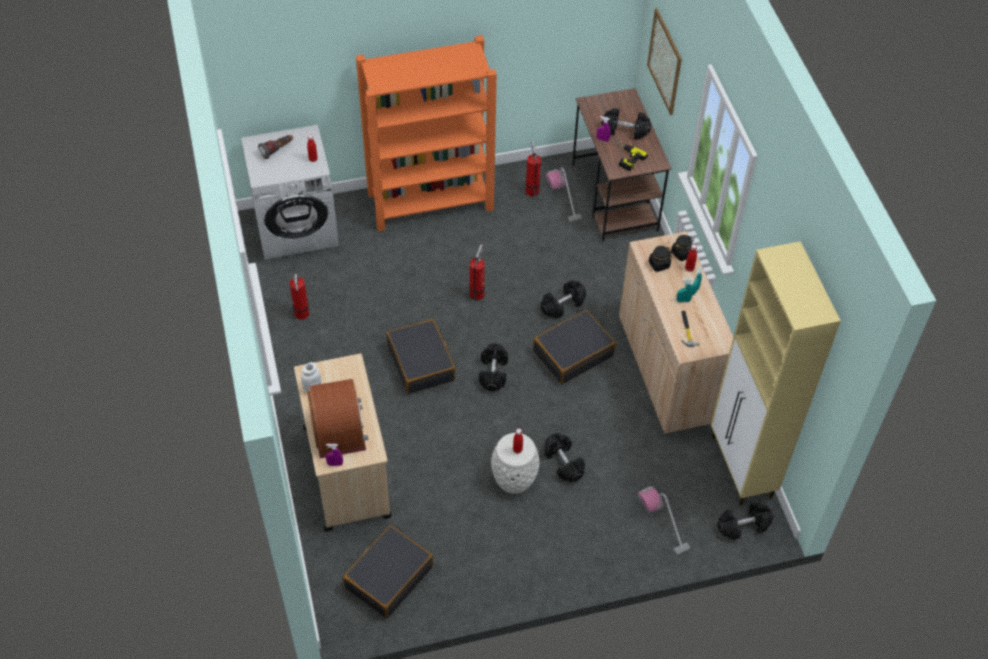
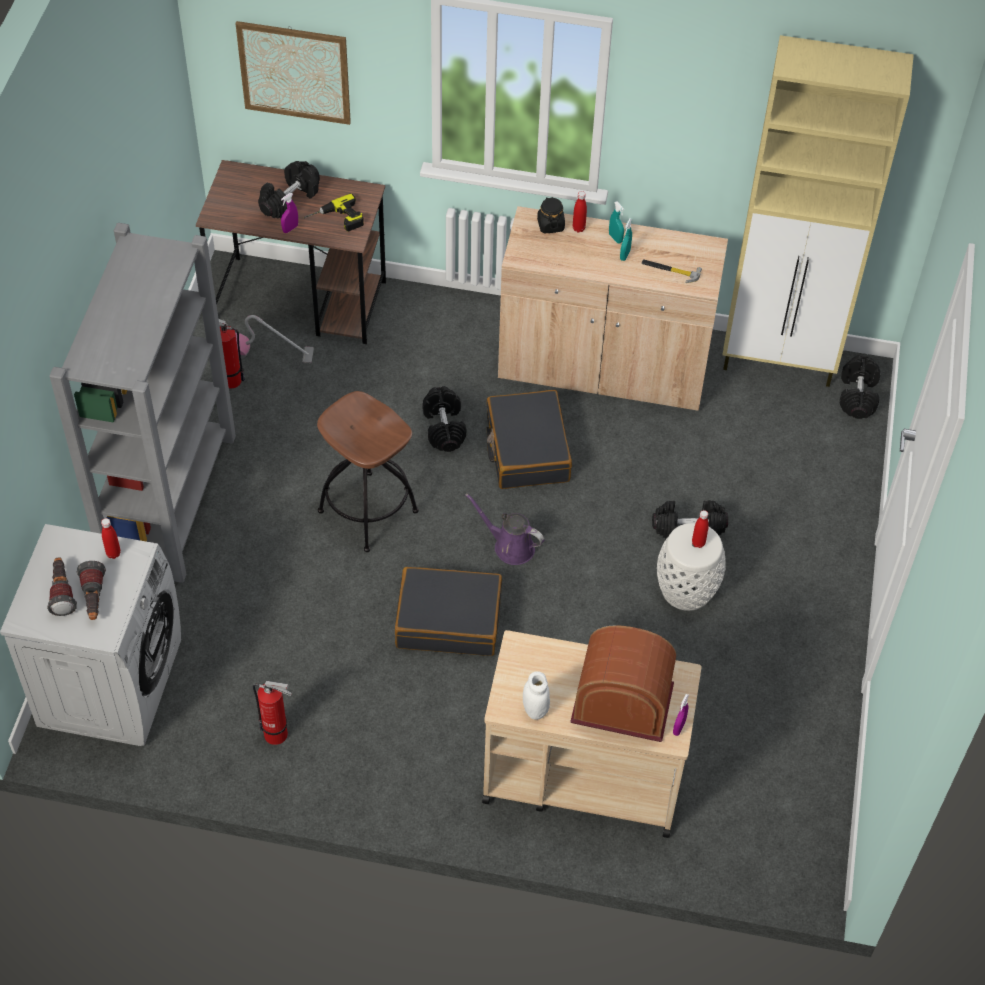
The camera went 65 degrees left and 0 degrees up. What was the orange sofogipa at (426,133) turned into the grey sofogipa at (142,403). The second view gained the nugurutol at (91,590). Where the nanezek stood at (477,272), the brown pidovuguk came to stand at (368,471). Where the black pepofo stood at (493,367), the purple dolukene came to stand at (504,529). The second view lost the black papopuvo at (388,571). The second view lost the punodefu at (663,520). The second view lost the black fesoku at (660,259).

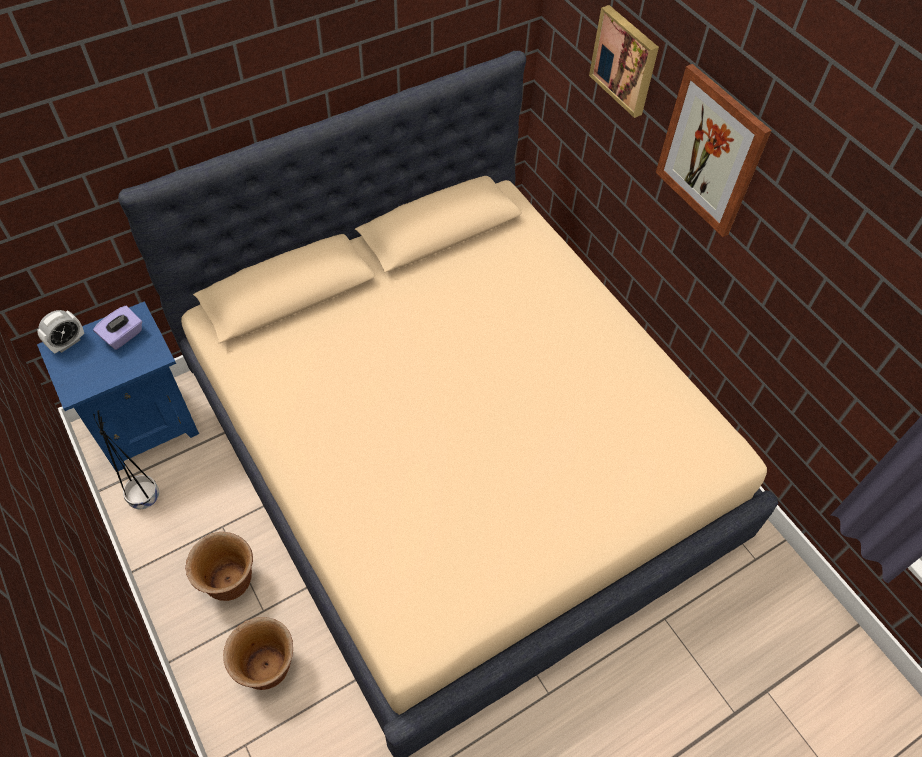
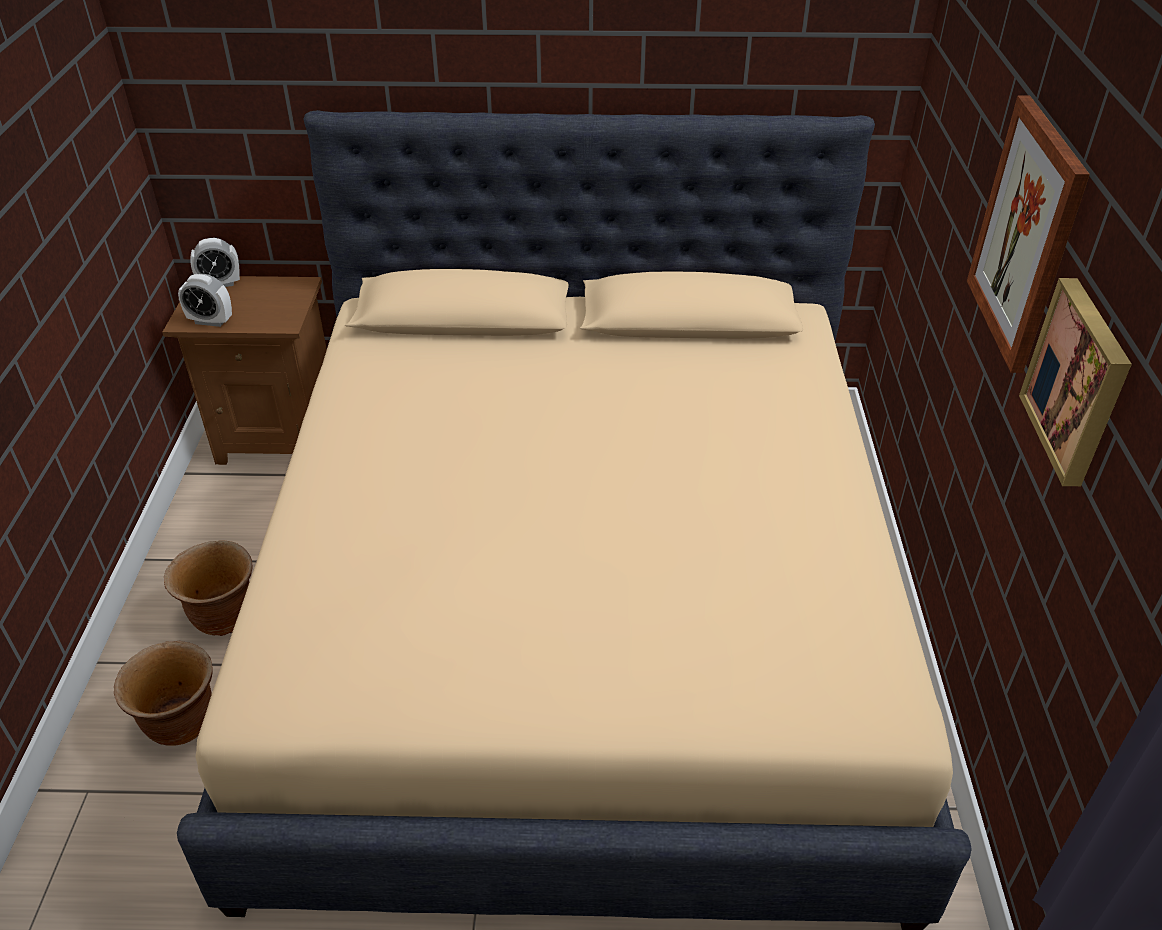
The camera went 35 degrees right and 15 degrees down. What was the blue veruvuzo at (118,386) turned into the brown veruvuzo at (244,370). The second view gained the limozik at (205,300). The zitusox ended up elsewhere, having gone from (624,61) to (1075,382). The second view lost the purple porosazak at (117,328). The second view lost the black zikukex at (126,459).

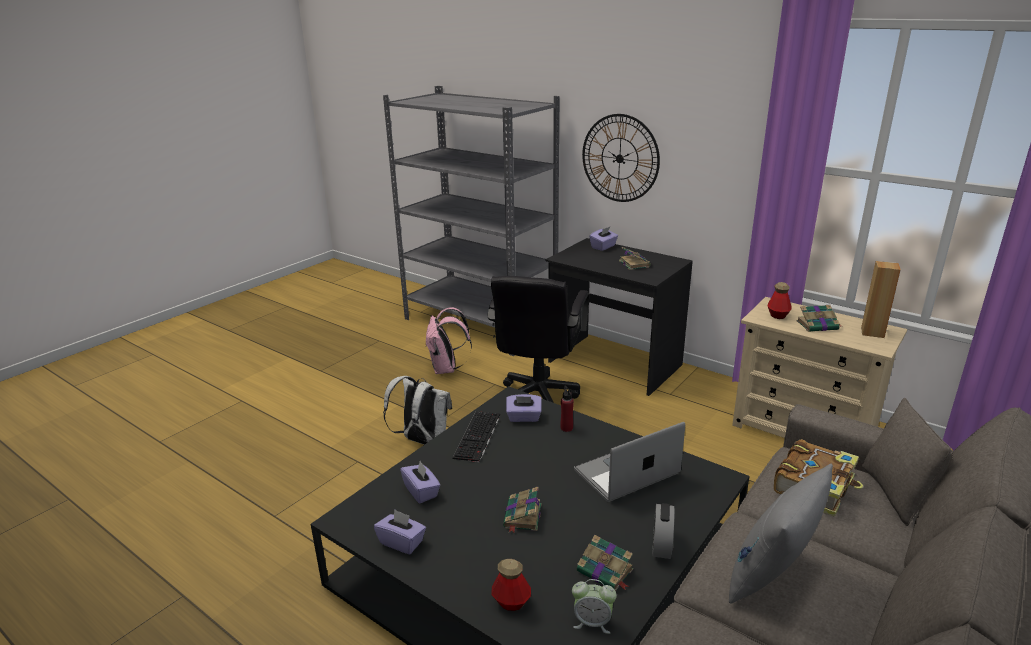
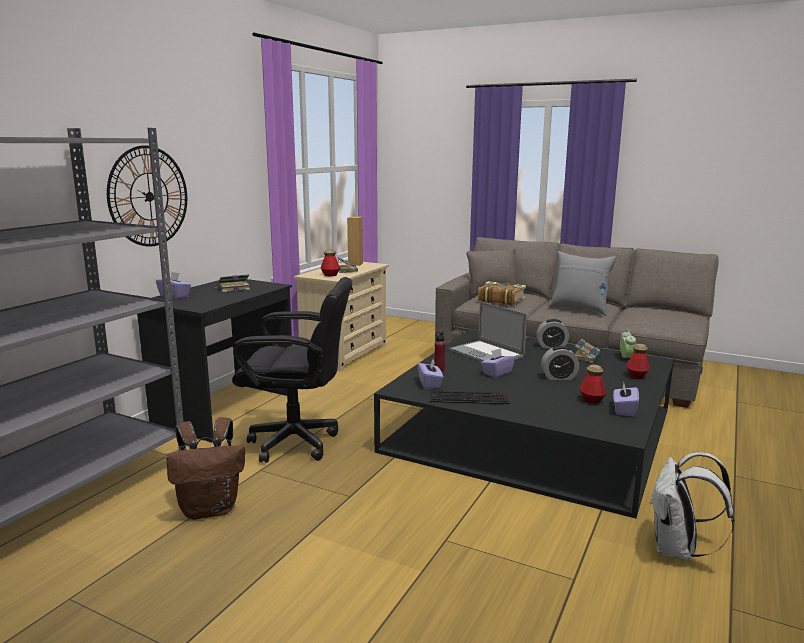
The camera went 100 degrees left and 10 degrees down. What was the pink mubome at (448,340) turned into the brown mubome at (205,468). The purple porosazak ended up elsewhere, having gone from (420,482) to (498,362). Where the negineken stood at (522,509), the limozik came to stand at (560,363). The second view gained the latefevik at (592,384). The white mubome ended up elsewhere, having gone from (417,410) to (693,506).

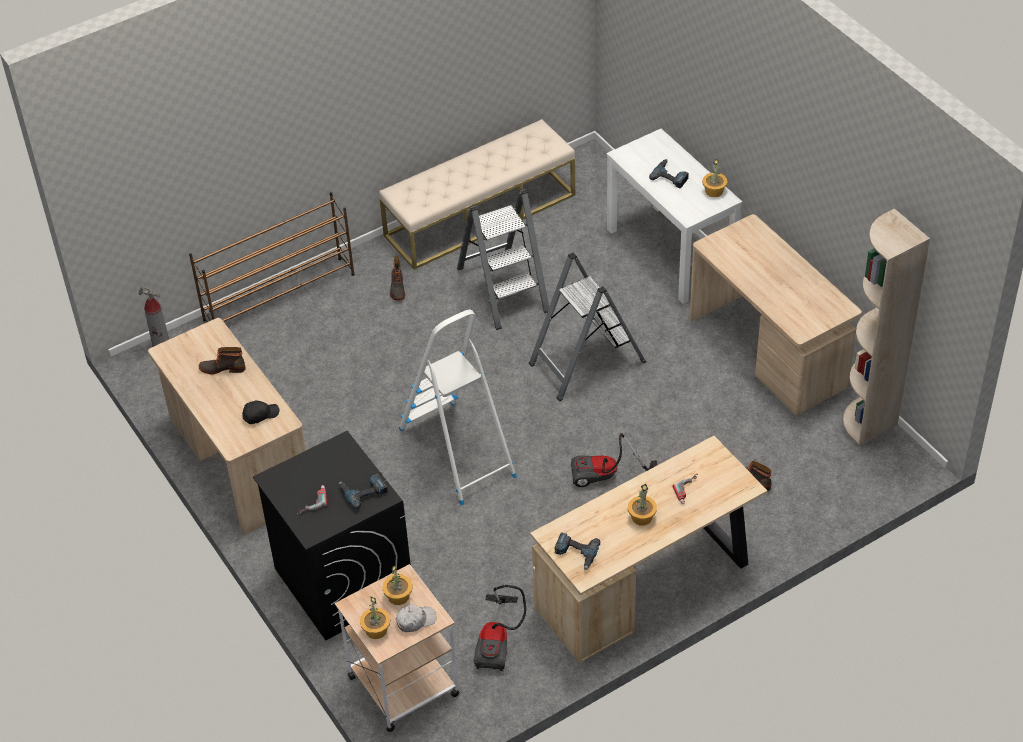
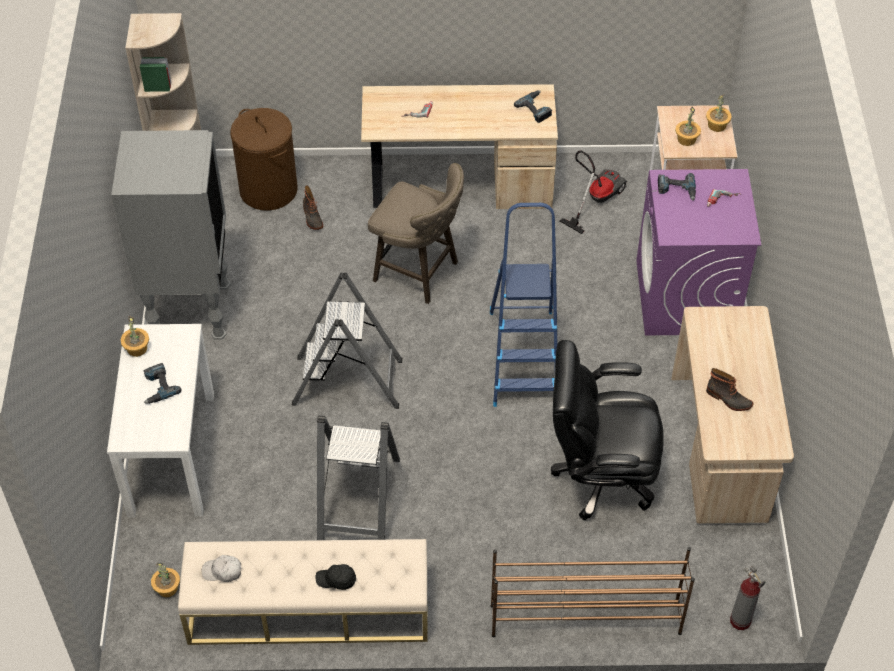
The camera went 150 degrees left and 5 degrees up. Where the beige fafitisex stood at (775,314), the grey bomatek came to stand at (171,235). The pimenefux ended up elsewhere, having gone from (642,505) to (165,580). The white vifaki ended up elsewhere, having gone from (416,618) to (221,568). The second view gained the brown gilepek at (264,159). The black vifaki ended up elsewhere, having gone from (260,412) to (335,577). Where the punodefu stood at (614,460), the beige pidovuguk came to stand at (416,233). What was the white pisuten at (458,407) turned into the blue pisuten at (523,305). The second view gained the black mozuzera at (607,430). What was the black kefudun at (332,535) turned into the purple kefudun at (698,252). The second view lost the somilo at (397,278).

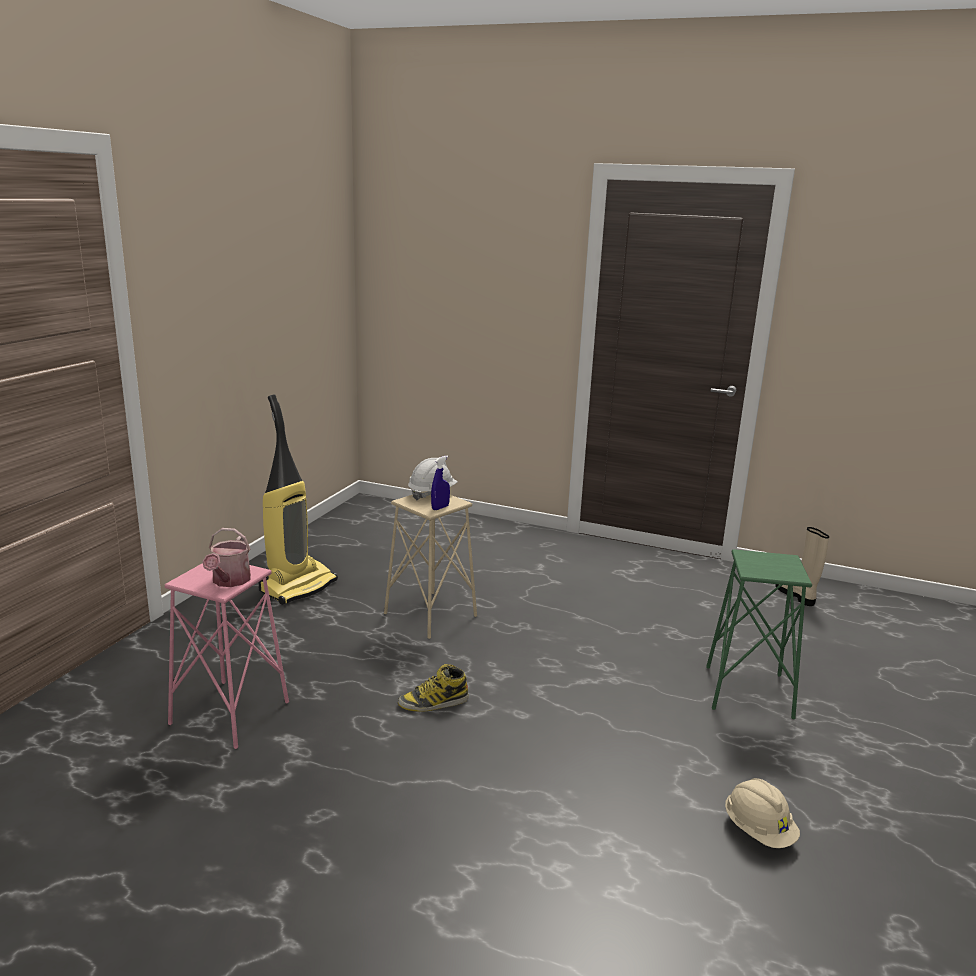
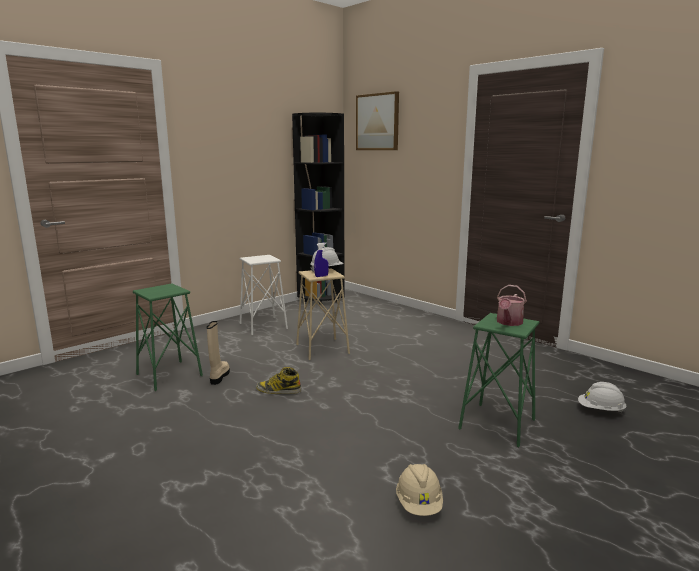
The camera went 25 degrees right and 5 degrees down. What was the pink pidovuguk at (227,656) turned into the green pidovuguk at (168,337). The beige somilo ended up elsewhere, having gone from (802,566) to (218,353). Where the punodefu stood at (298,499), the white pidovuguk came to stand at (264,295). The second view gained the black sofogipa at (318,208). The second view gained the zitusox at (377,120). The dolukene ended up elsewhere, having gone from (226,557) to (512,305). The second view gained the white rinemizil at (602,397).

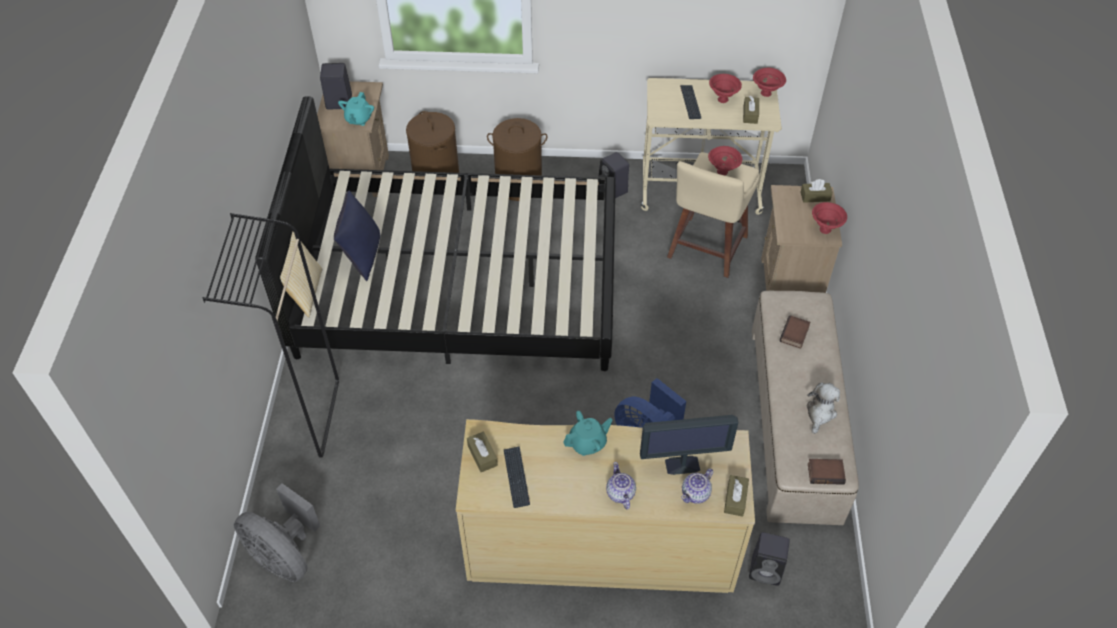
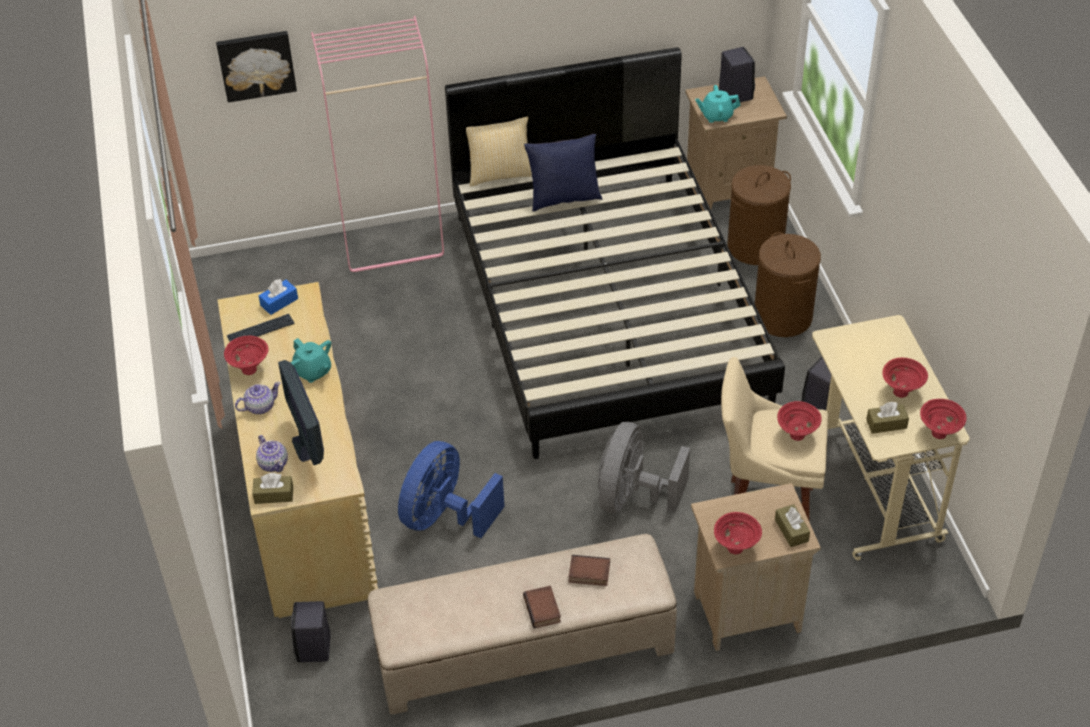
The camera went 75 degrees right and 5 degrees down. The second view gained the zitusox at (256,67). The second view gained the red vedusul at (246,355). The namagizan at (697,486) ended up facing another way, 150 degrees counterclockwise from before. What was the brown porosazak at (482,452) turned into the blue porosazak at (278,297). What was the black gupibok at (271,335) turned into the pink gupibok at (377,144). The negineken ended up elsewhere, having gone from (827,472) to (542,607). The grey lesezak ended up elsewhere, having gone from (276,532) to (644,467). The second view lost the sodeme at (690,102). The second view lost the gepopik at (823,408).

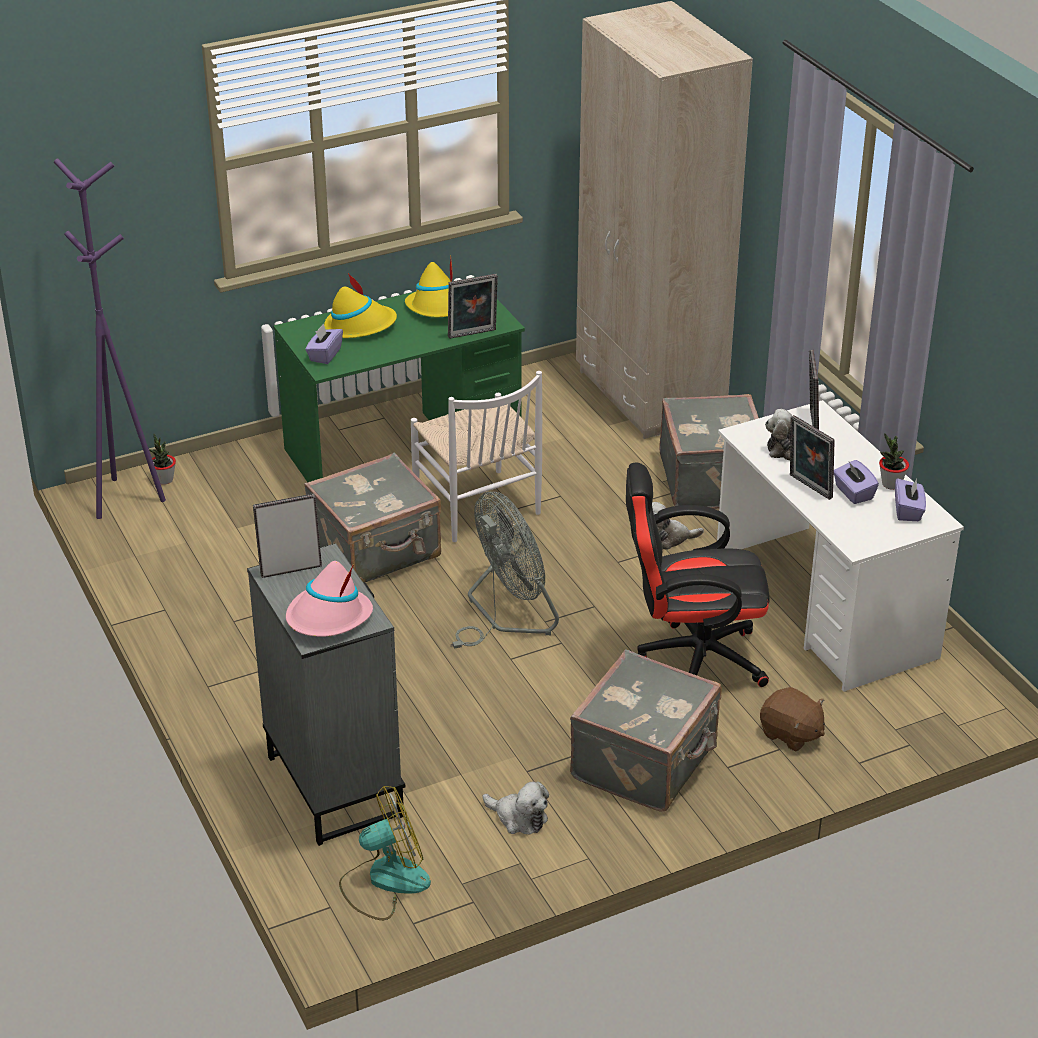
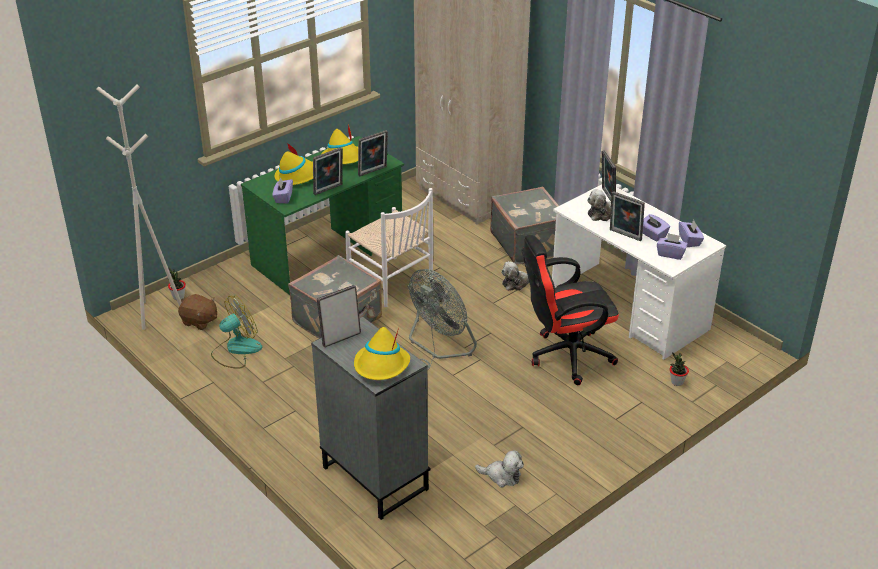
The camera went 15 degrees left and 0 degrees up. What was the purple gupibok at (110,338) turned into the grey gupibok at (138,207). The brown gepopik ended up elsewhere, having gone from (792,719) to (197,312). The lesezak ended up elsewhere, having gone from (385,853) to (236,332). The second view gained the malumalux at (328,171). What was the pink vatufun at (329,599) turned into the yellow vatufun at (382,353). The second view gained the purple porosazak at (672,246). The pimenefux ended up elsewhere, having gone from (894,461) to (679,369). The second view lost the grey papopuvo at (646,730).

